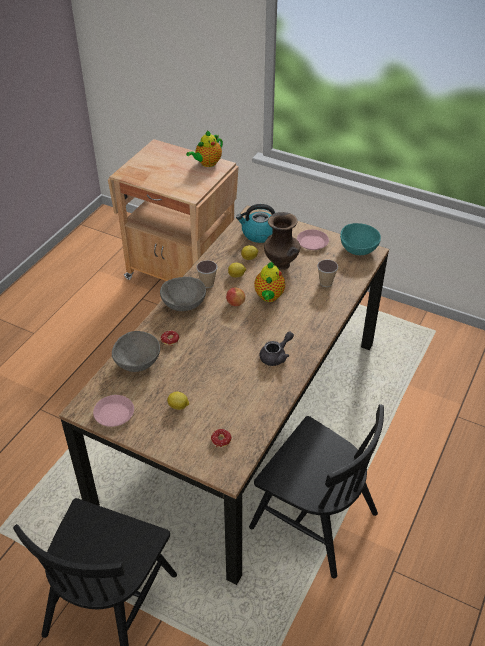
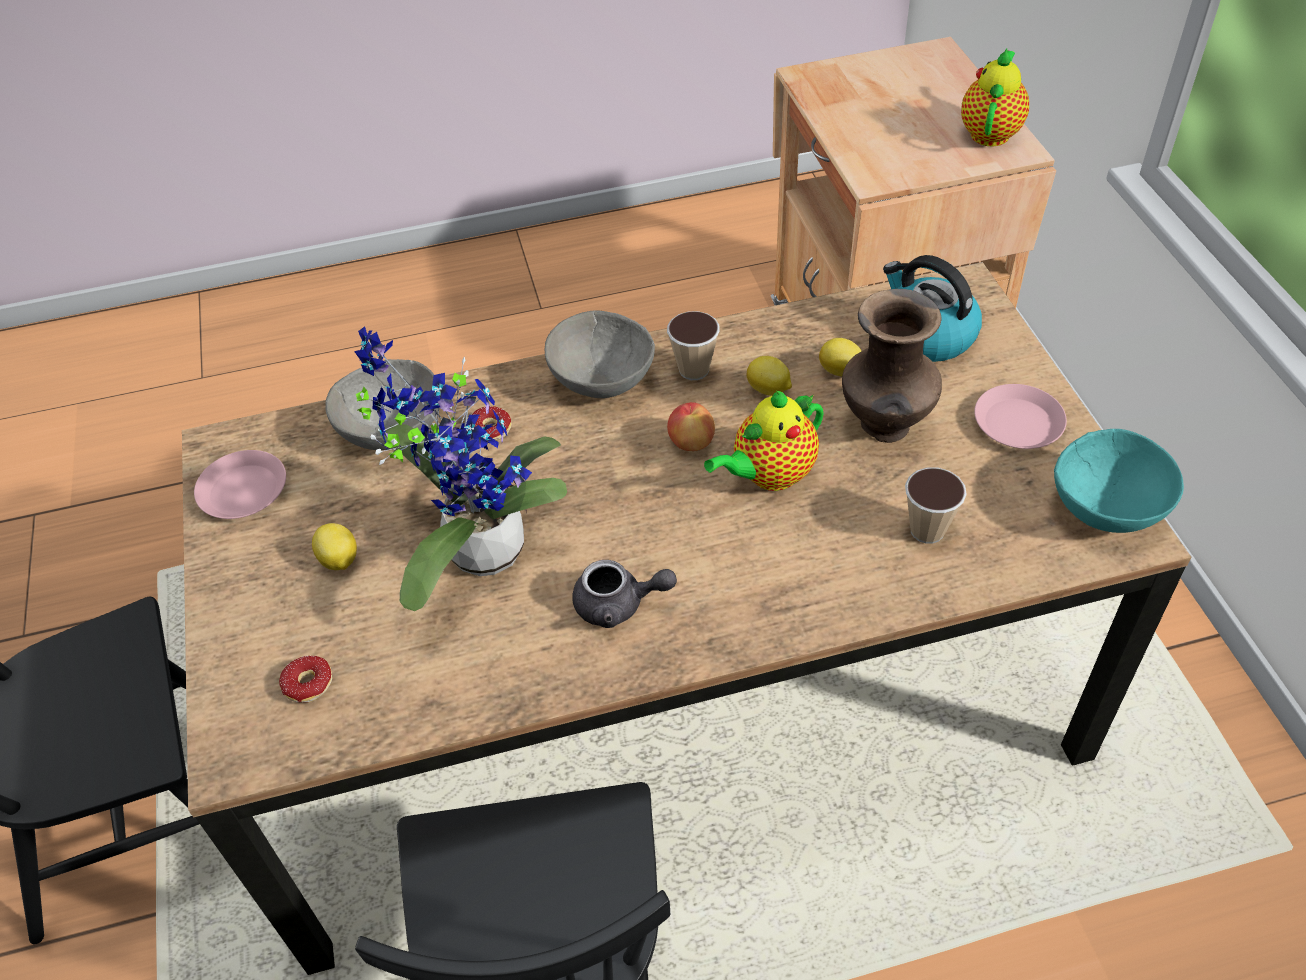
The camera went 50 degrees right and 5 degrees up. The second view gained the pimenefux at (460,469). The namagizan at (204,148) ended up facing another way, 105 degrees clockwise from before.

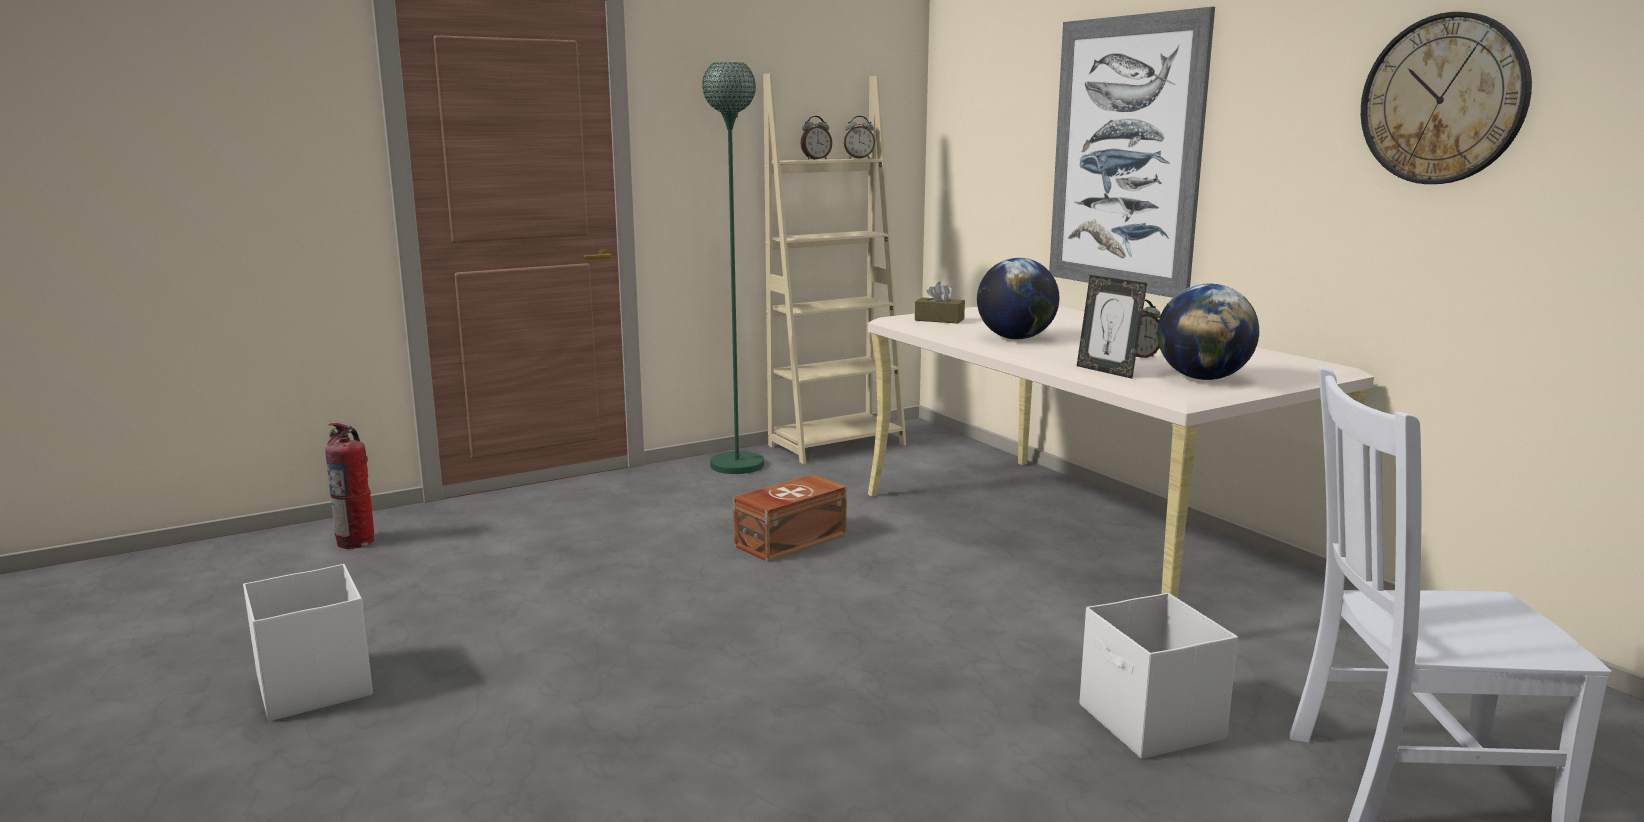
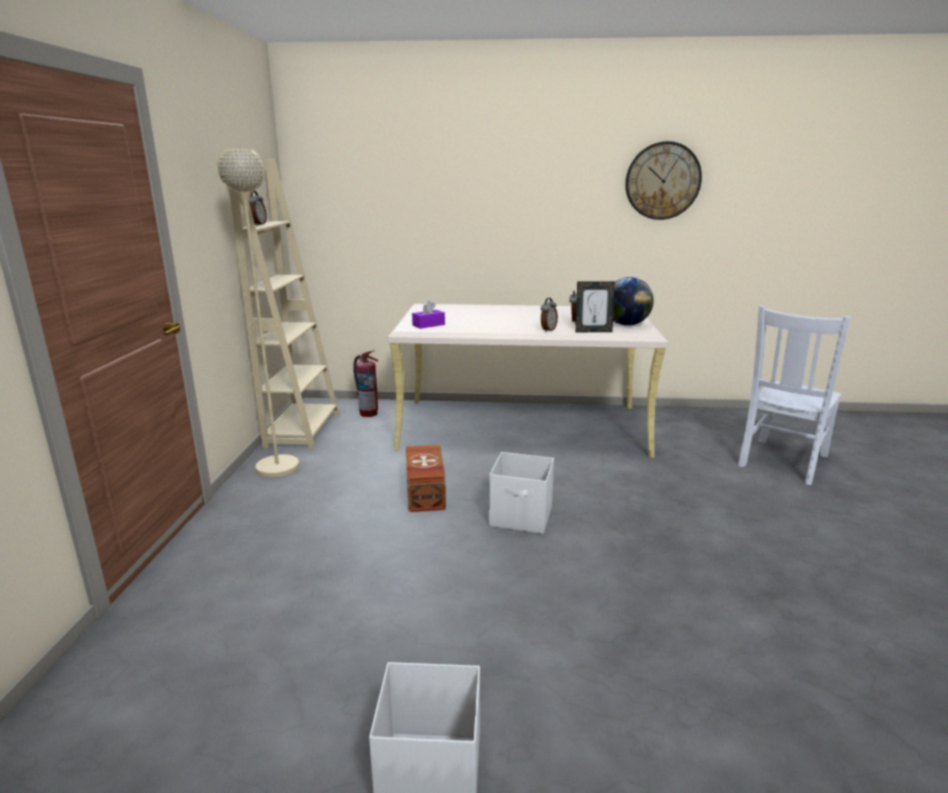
The camera went 55 degrees left and 5 degrees up. What was the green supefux at (733,268) turned into the beige supefux at (258,313). The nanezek ended up elsewhere, having gone from (349,486) to (365,384). What was the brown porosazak at (940,303) turned into the purple porosazak at (428,315). The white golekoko ended up elsewhere, having gone from (1159,676) to (521,493). The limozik ended up elsewhere, having gone from (859,137) to (549,315). The second view lost the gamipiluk at (1018,299). The second view lost the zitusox at (1132,152).

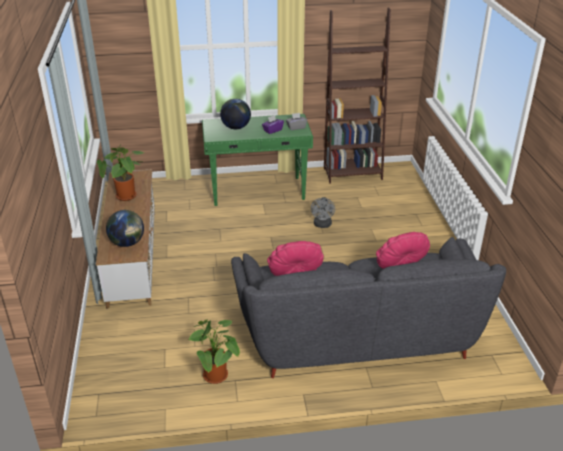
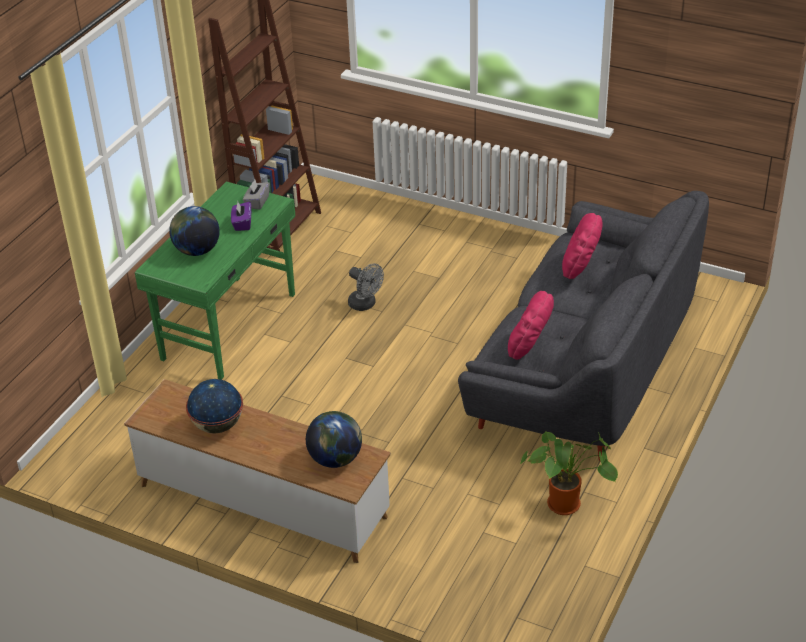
The camera went 55 degrees left and 5 degrees up. Where the pimenefux stood at (120,173), the gamipiluk came to stand at (214,406).

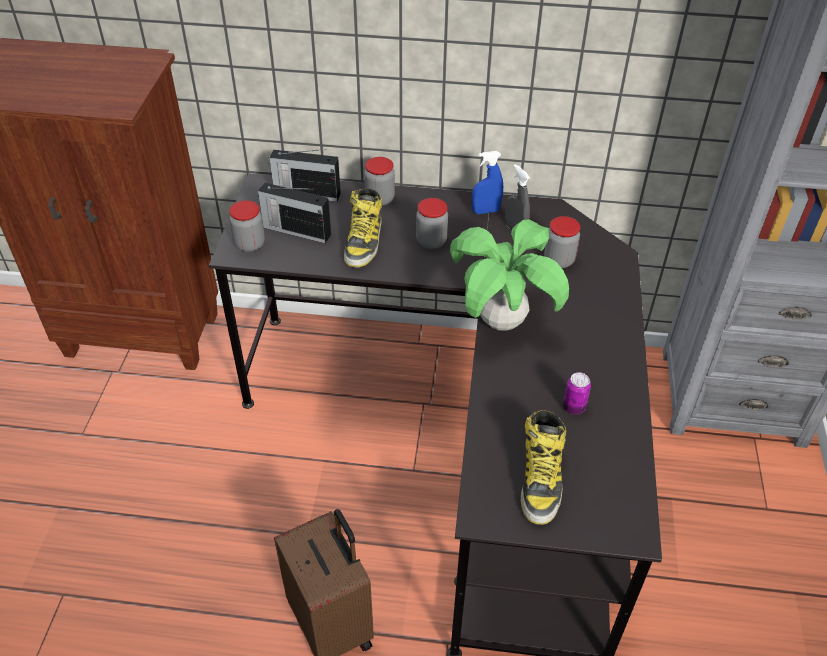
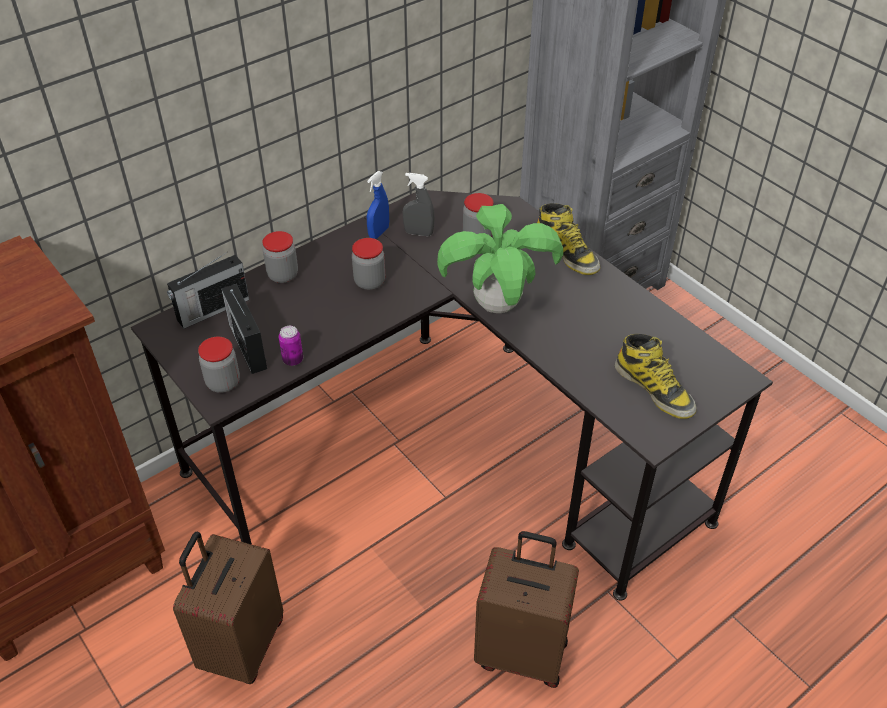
The camera went 45 degrees left and 0 degrees up. The second view gained the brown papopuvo at (228,608). The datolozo at (294,213) ended up facing another way, 90 degrees clockwise from before. The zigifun ended up elsewhere, having gone from (577,393) to (291,346). The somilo ended up elsewhere, having gone from (363,228) to (568,239).

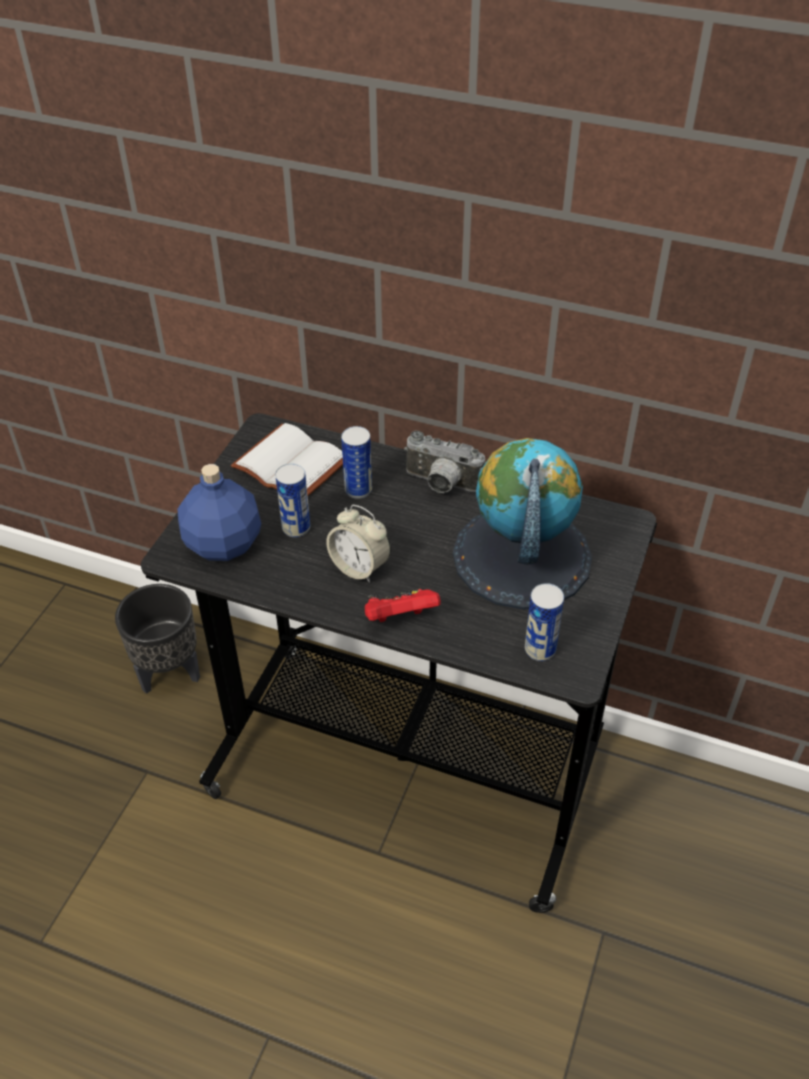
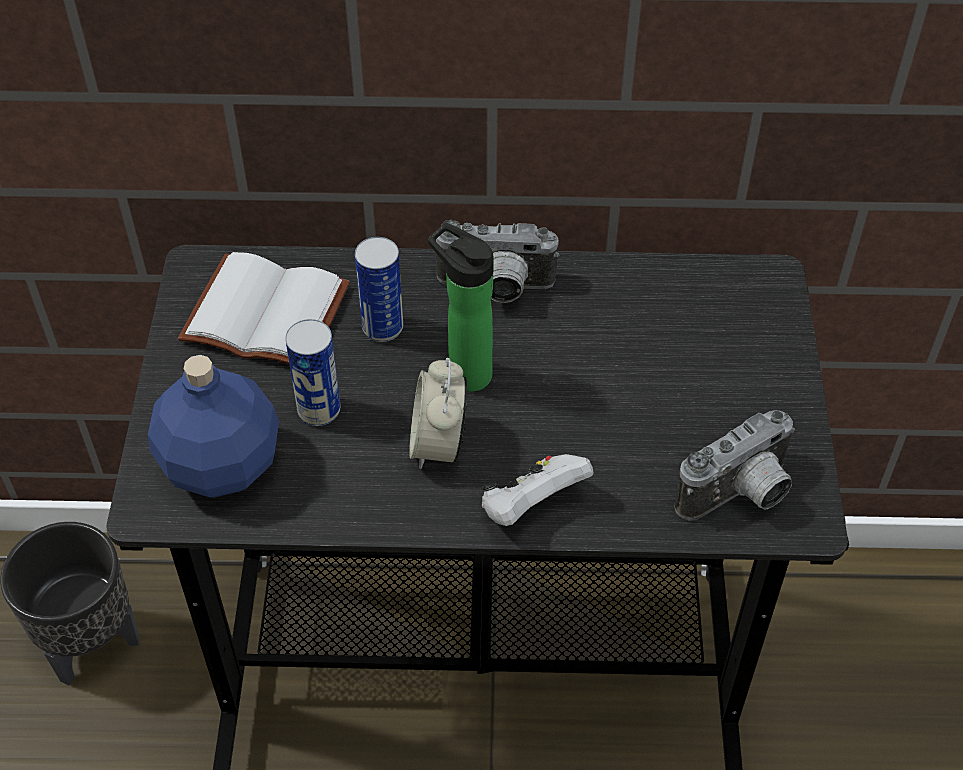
The camera went 20 degrees left and 5 degrees up. The limozik at (358,544) ended up facing another way, 75 degrees clockwise from before. The second view gained the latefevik at (461,307). What was the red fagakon at (403,605) turned into the white fagakon at (537,490). Where the zigifun stood at (544,622), the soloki came to stand at (734,465). The second view lost the gamipiluk at (522,524).

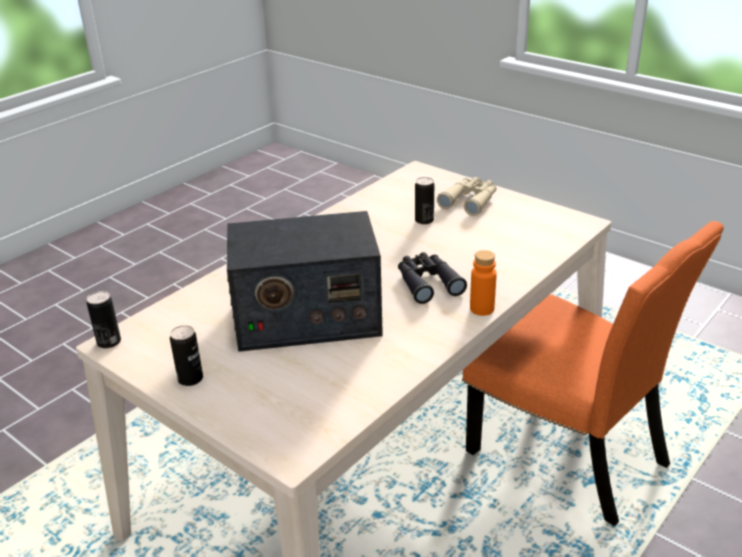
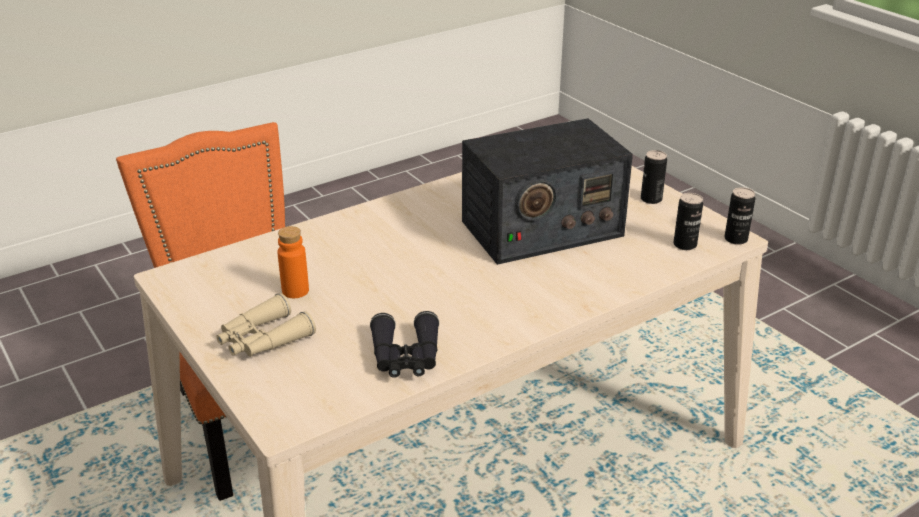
The camera went 165 degrees left and 0 degrees up. The orange latefevik ended up elsewhere, having gone from (483,283) to (293,262). The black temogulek ended up elsewhere, having gone from (432,278) to (404,344). The datolozo at (305,281) ended up facing another way, 150 degrees clockwise from before. The zigifun ended up elsewhere, having gone from (424,201) to (688,221).

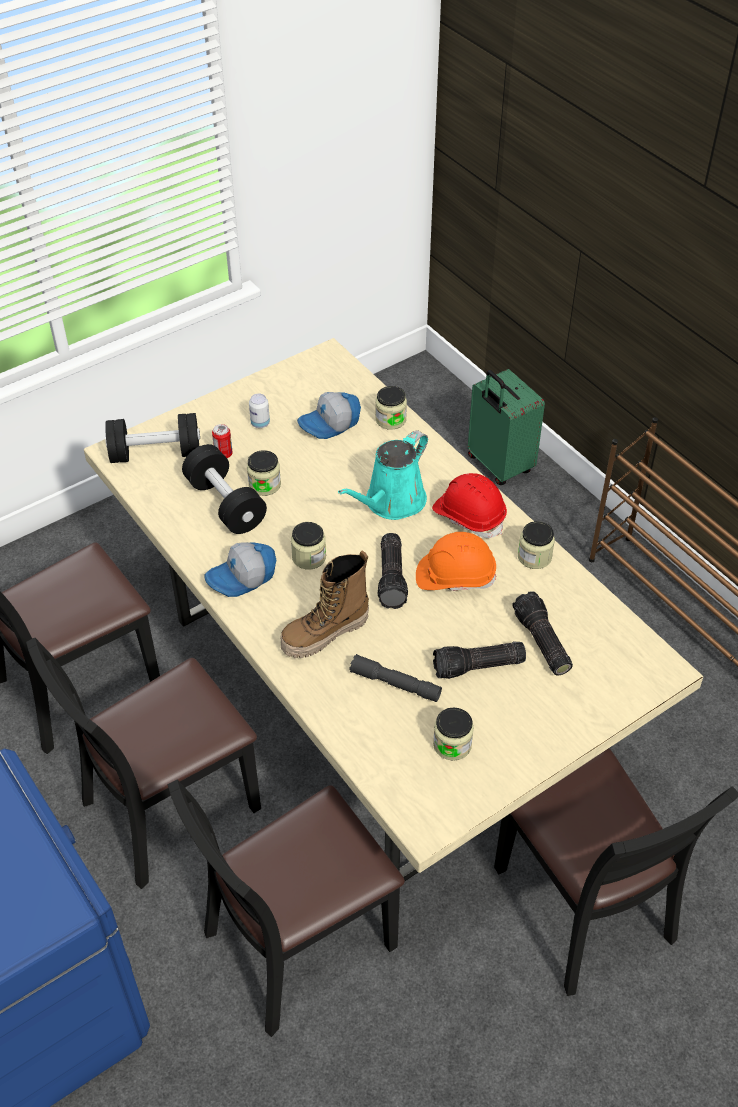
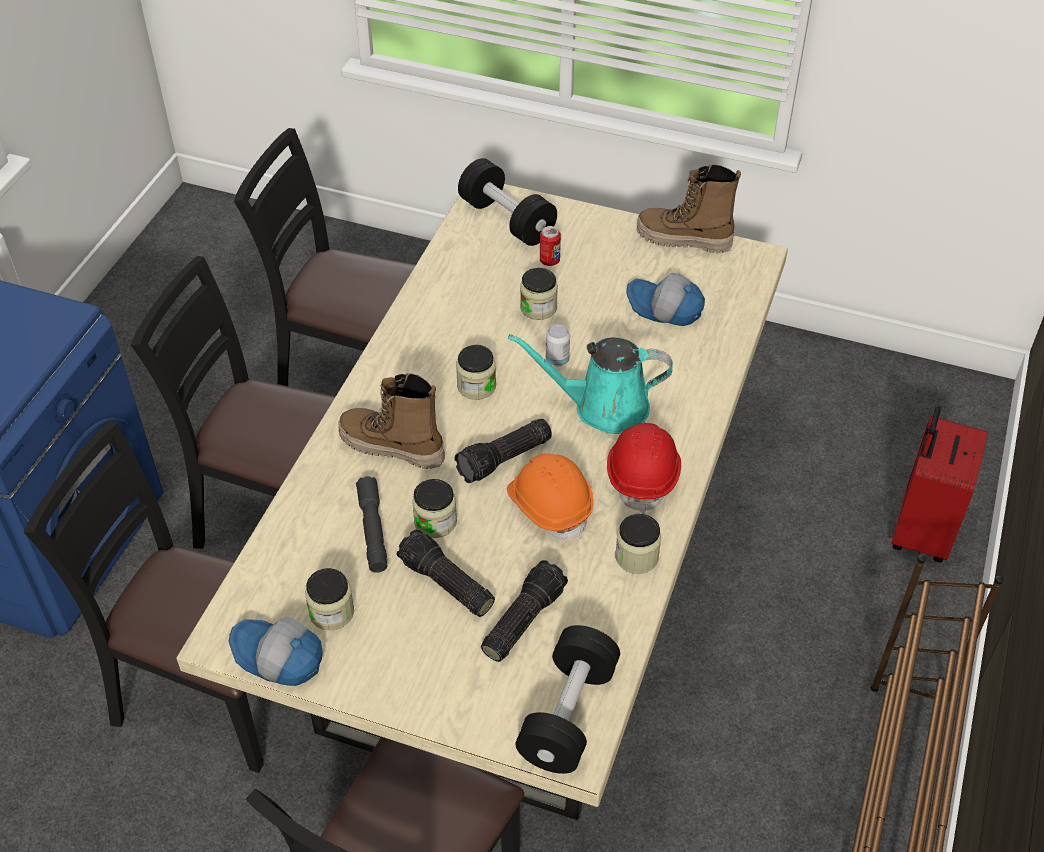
The camera went 55 degrees right and 0 degrees up. The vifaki ended up elsewhere, having gone from (240,569) to (276,651). The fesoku ended up elsewhere, having gone from (391,408) to (434,508). The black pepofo ended up elsewhere, having gone from (224,489) to (567,699). The zigifun ended up elsewhere, having gone from (259,411) to (558,345). The second view gained the somilo at (688,208). What was the green papopuvo at (506,427) turned into the red papopuvo at (939,484).

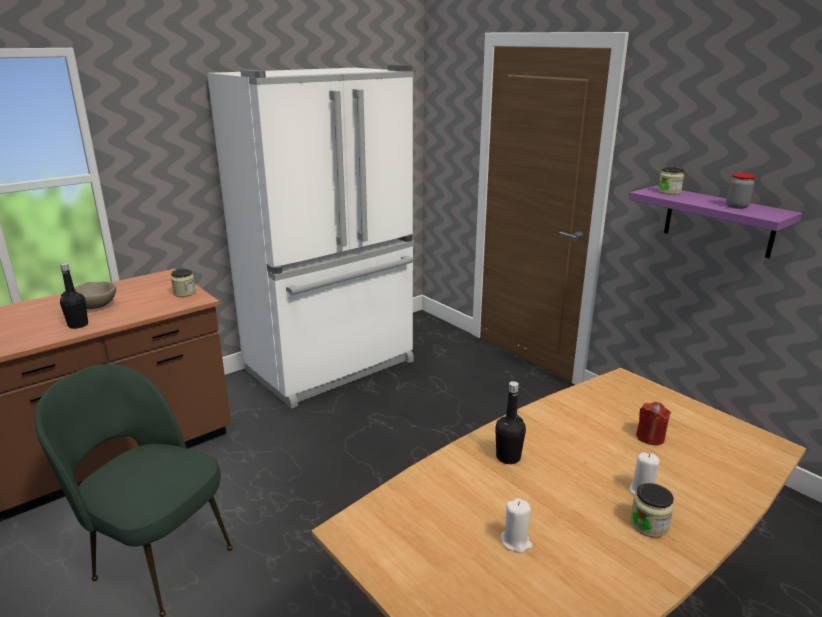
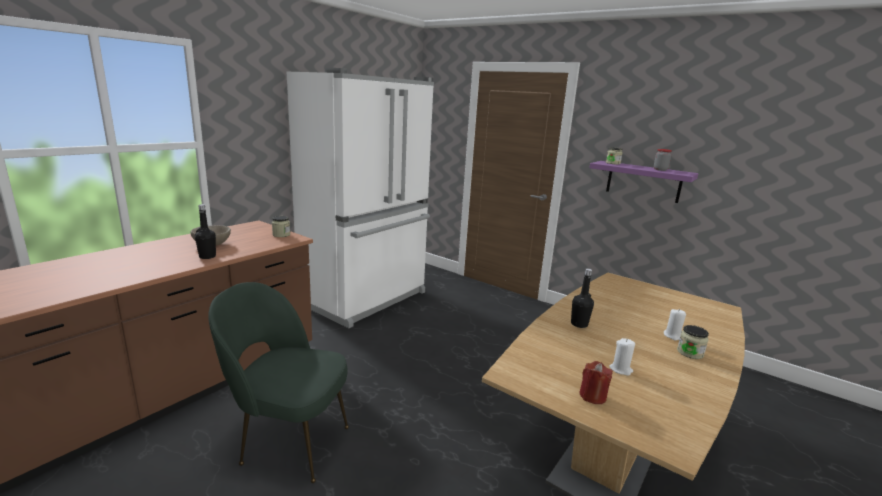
The camera went 15 degrees left and 5 degrees down. The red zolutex ended up elsewhere, having gone from (653,423) to (596,382).

